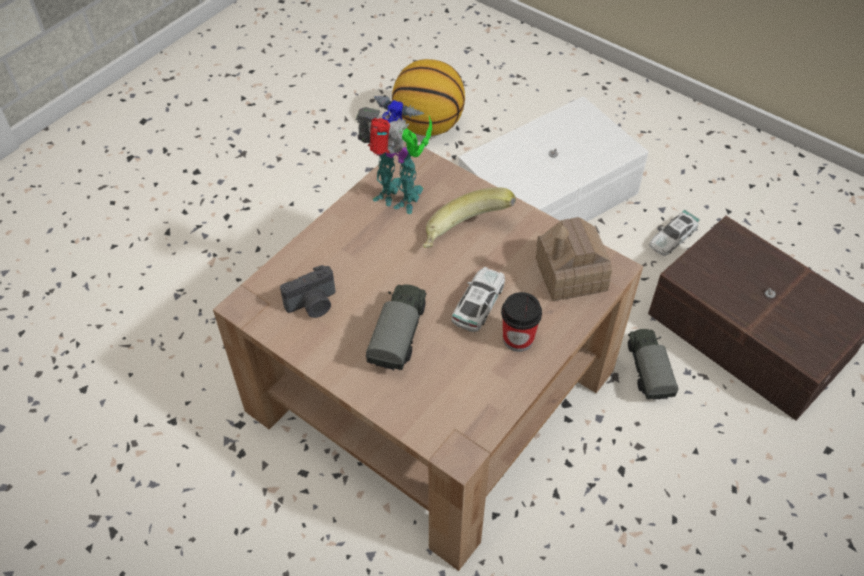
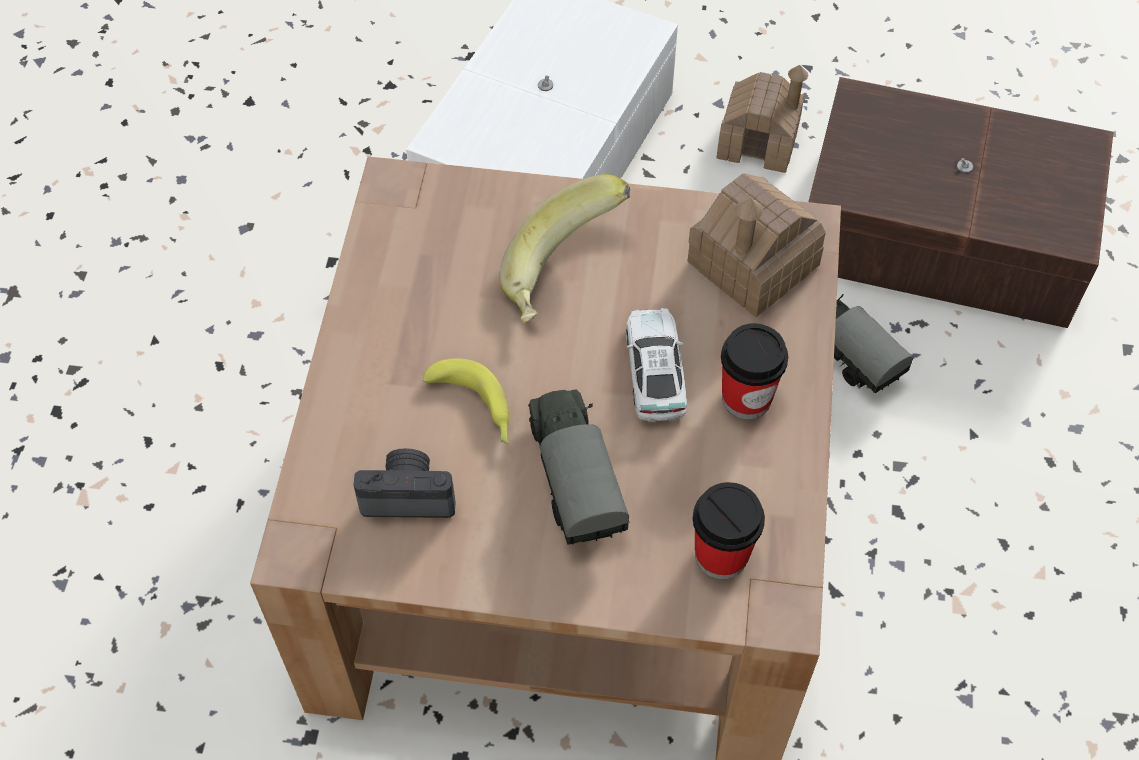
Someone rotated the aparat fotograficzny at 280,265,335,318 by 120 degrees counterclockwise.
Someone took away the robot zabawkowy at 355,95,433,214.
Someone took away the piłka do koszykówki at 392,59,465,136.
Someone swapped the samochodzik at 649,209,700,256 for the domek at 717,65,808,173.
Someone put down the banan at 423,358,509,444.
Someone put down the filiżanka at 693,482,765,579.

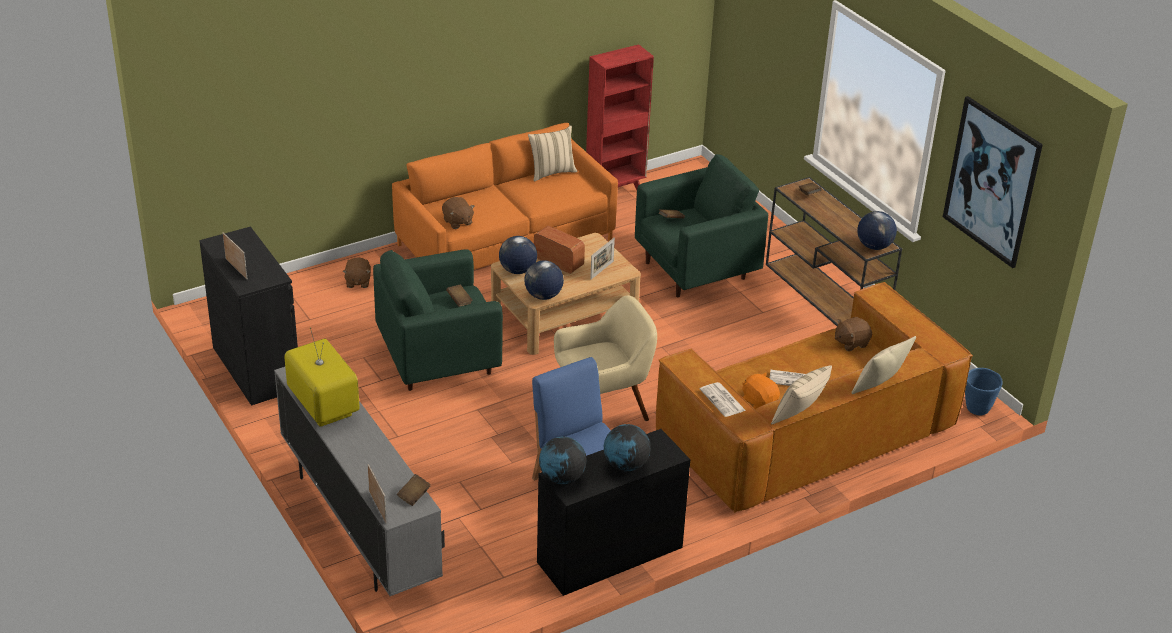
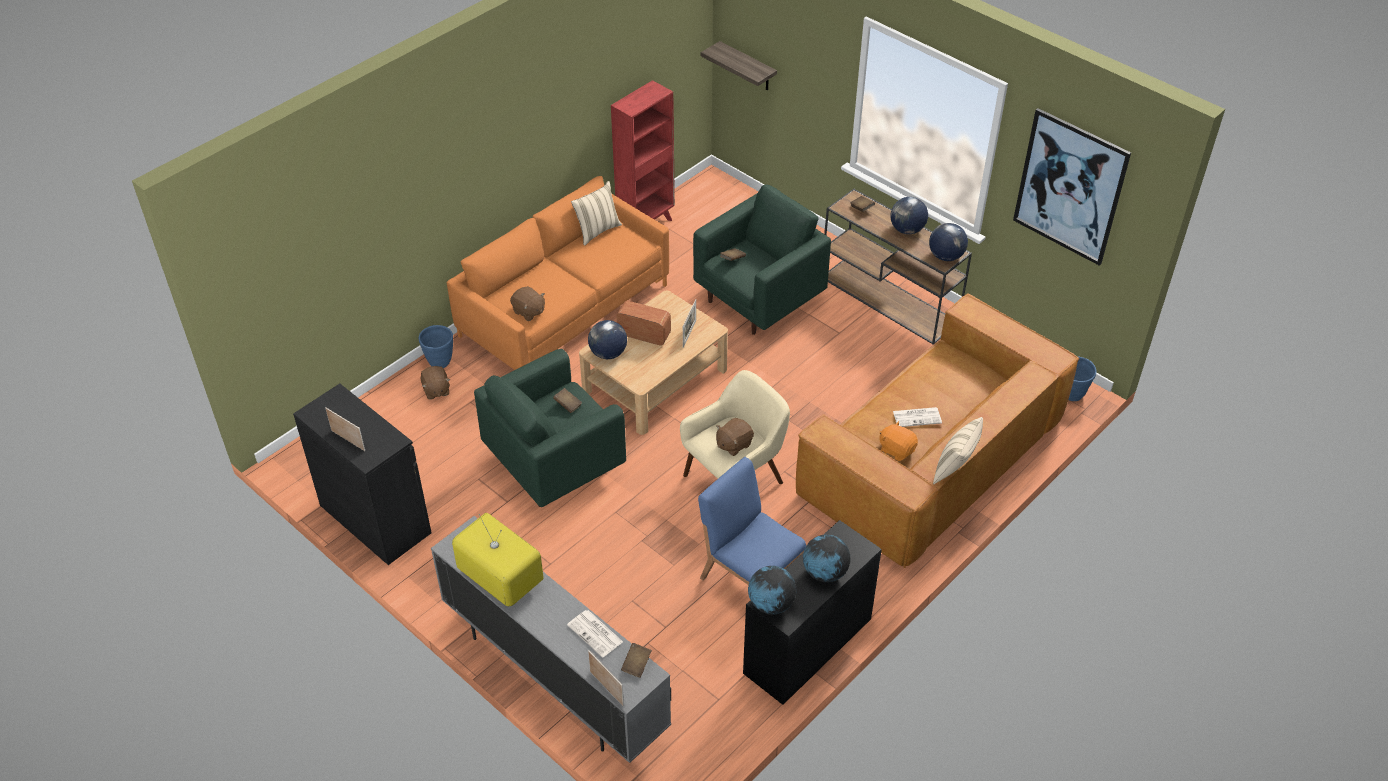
Someone carried the globus from 524,261,564,300 to 891,197,928,234.
Someone carried the gazeta from 700,382,746,417 to 567,610,623,658.
Someone carried the pluszak/brązowy from 835,317,872,351 to 716,418,754,456.
Someone took away the poduszka/beżowy at 851,336,916,394.
Someone put down the donica/niebieski at 419,325,453,368.
Someone put up the półka at 701,41,777,90.

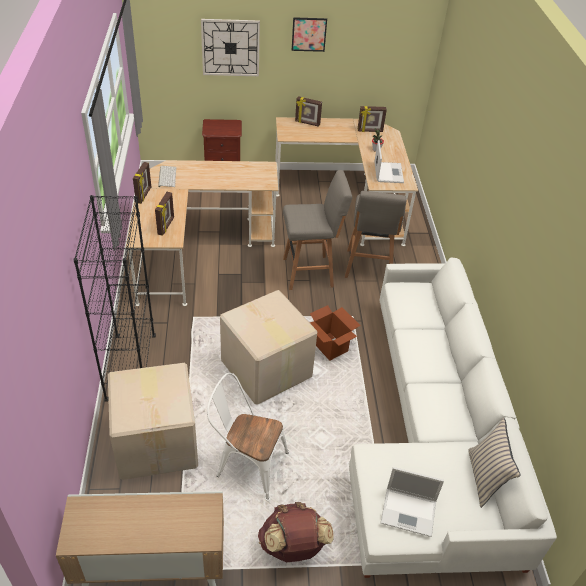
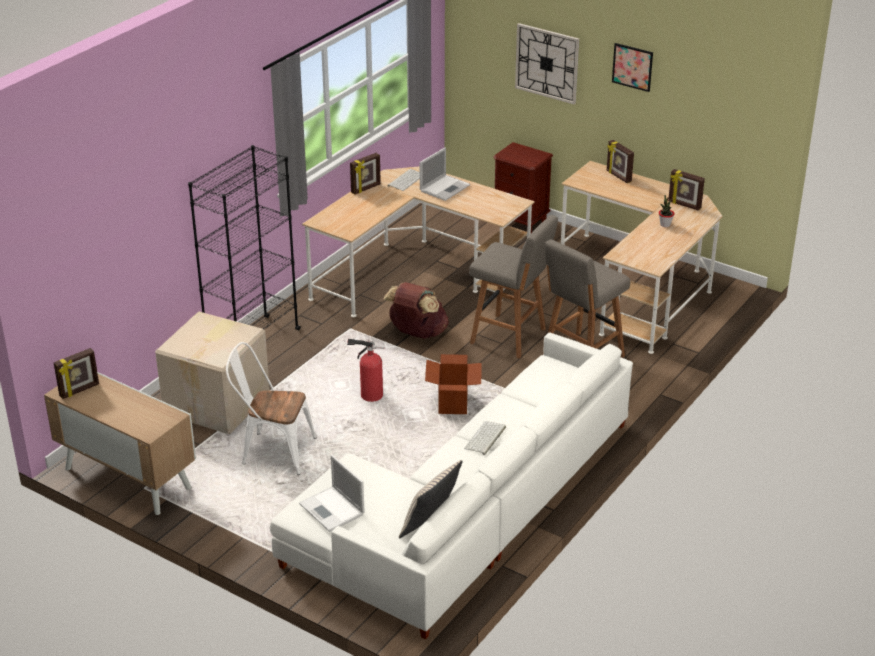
Someone carried the ramka na zdjęcie from 155,192,174,236 to 54,348,99,399.
Someone rotated the krzesło/biały at 207,373,289,499 by 45 degrees counterclockwise.
Someone swapped the karton at 220,290,318,405 for the gaśnica at 347,339,384,402.
Someone carried the plecak/brązowy from 258,502,334,562 to 383,282,449,339.
Someone carried the laptop from 374,140,404,183 to 420,147,470,201.
Someone put down the klawiatura at 464,421,506,455.

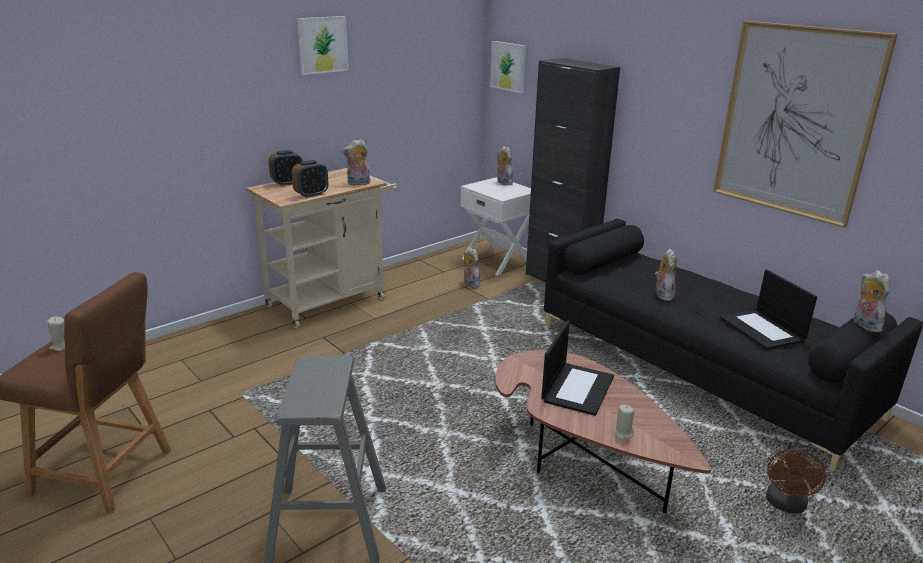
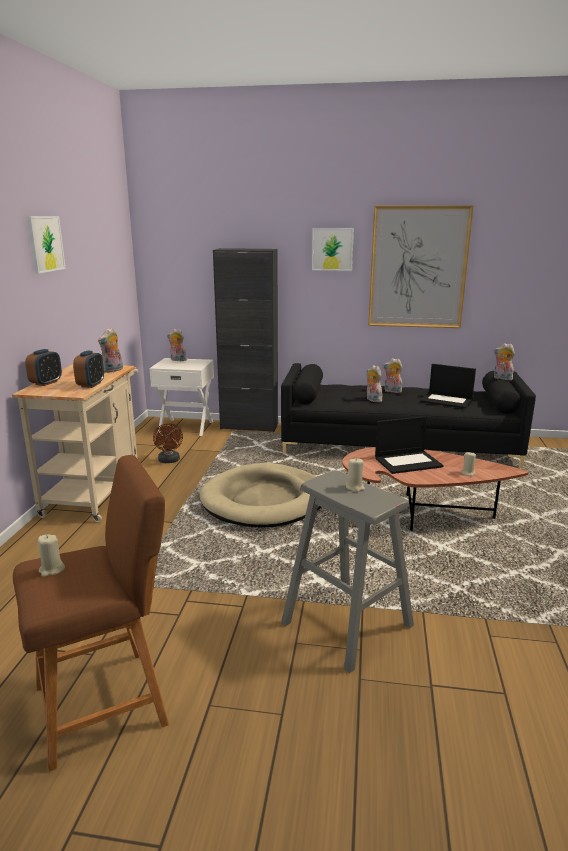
Someone carried the pluszak from 464,247,480,288 to 383,358,403,393.
Someone carried the obraz from 490,41,526,93 to 312,228,354,271.
Someone rotated the laptop at 541,320,614,416 by 90 degrees clockwise.
Someone carried the wentylator/brązowy from 766,447,826,514 to 153,423,183,463.
Someone put down the legowisko/beżowy at 200,463,321,527.
Someone put down the świeca/beżowy at 346,458,365,492.

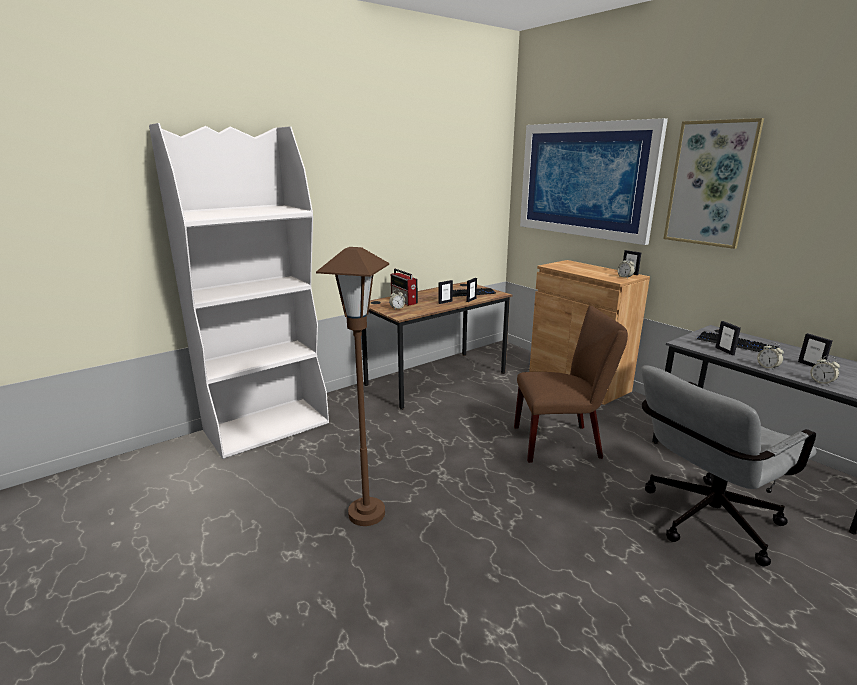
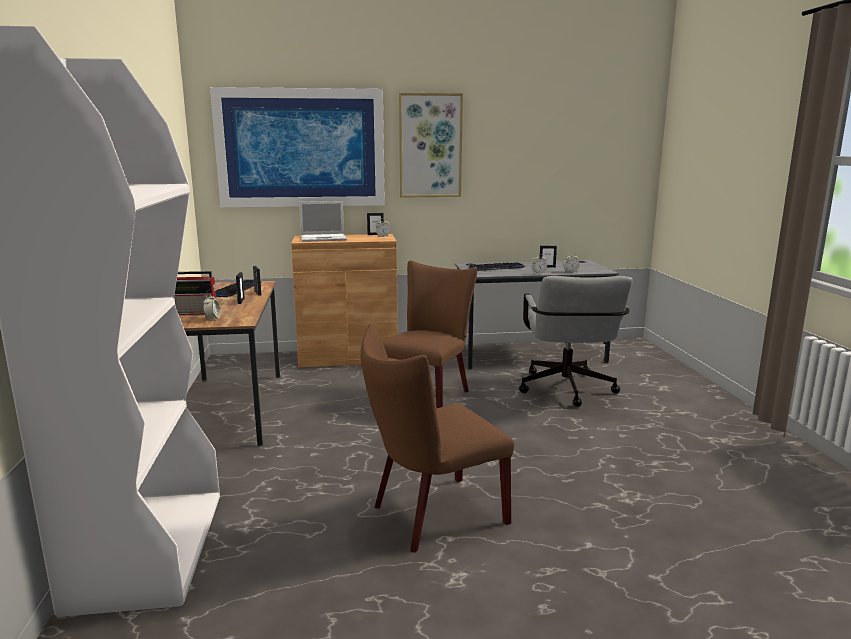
Someone swapped the lampa stojąca/brązowy at 316,247,389,526 for the krzesło/brązowy at 360,324,514,553.
Someone took away the ramka na zdjęcie at 715,321,741,355.
Someone put down the laptop at 299,201,347,242.

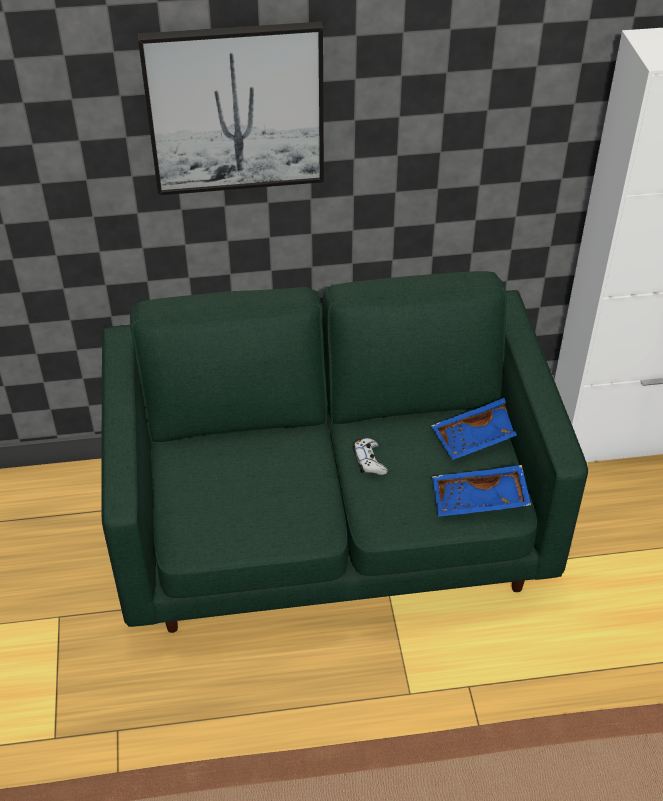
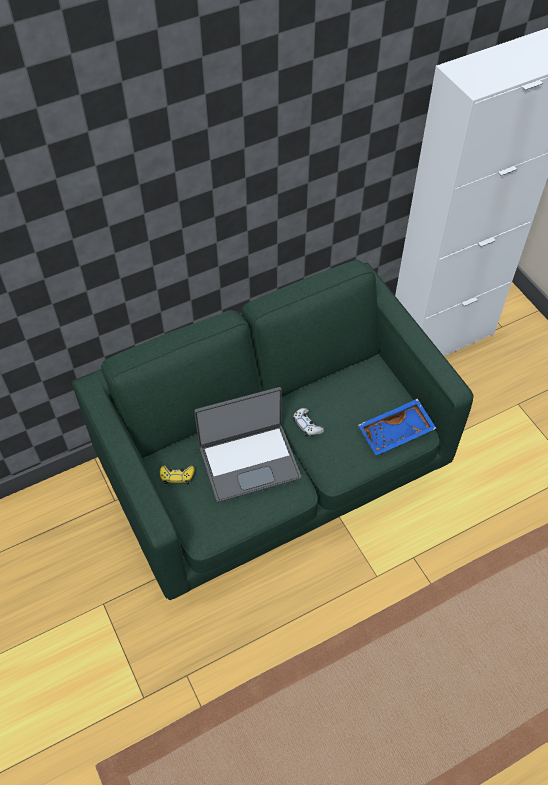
Someone took away the obraz at 138,22,324,195.
Someone took away the taca/niebieski at 431,398,517,460.
Someone put down the pad do gier/żółty at 160,466,195,484.
Someone put down the laptop at 194,387,301,502.

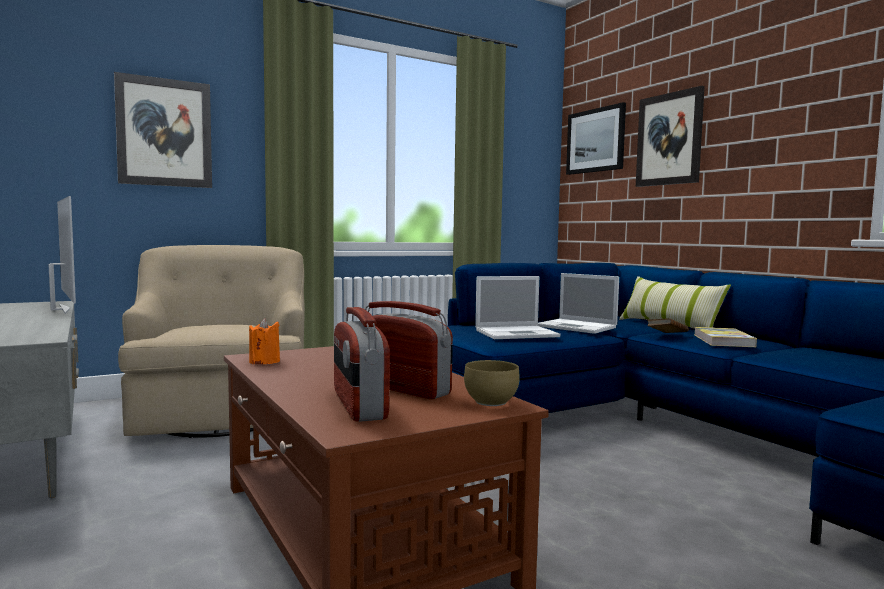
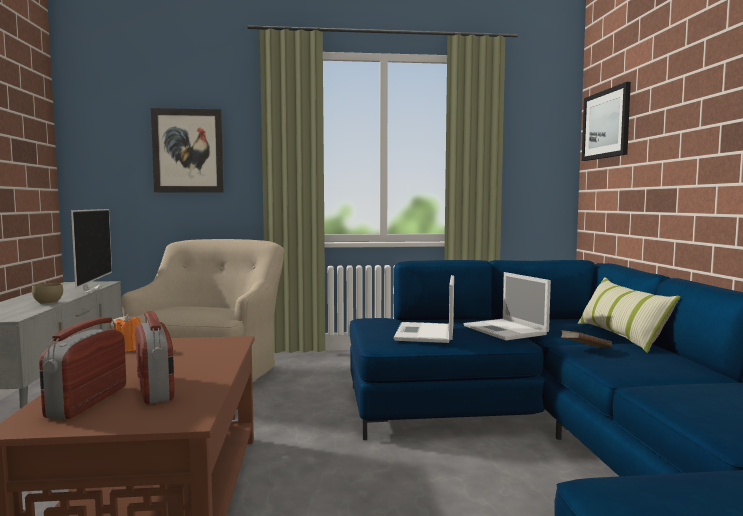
Someone carried the miska/brązowy from 464,360,520,406 to 32,283,63,304.
Someone rotated the laptop at 475,276,561,339 by 90 degrees clockwise.
Someone took away the obraz at 636,86,705,187.
Someone took away the książka at 694,327,757,347.

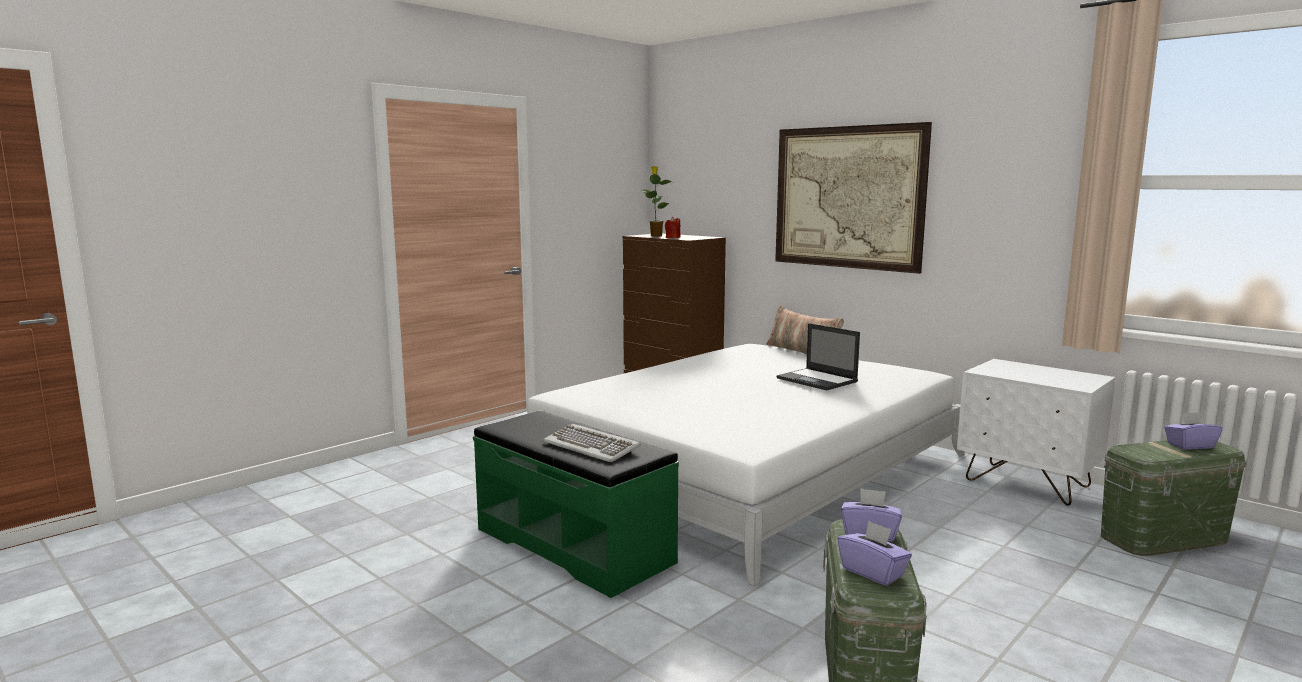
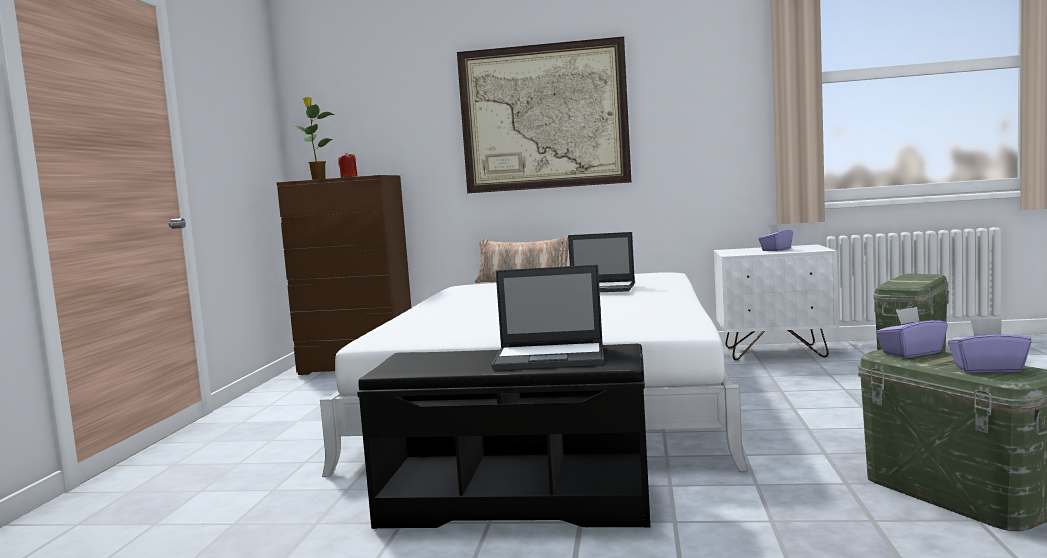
Someone repainted the ławka/zielony at 473,411,679,598, which became the ławka/czarny at 357,344,650,529.
Someone swapped the klawiatura at 543,424,641,462 for the laptop at 491,265,604,370.
Someone carried the pudełko chusteczek/fioletowy from 1164,412,1223,450 to 759,224,793,251.

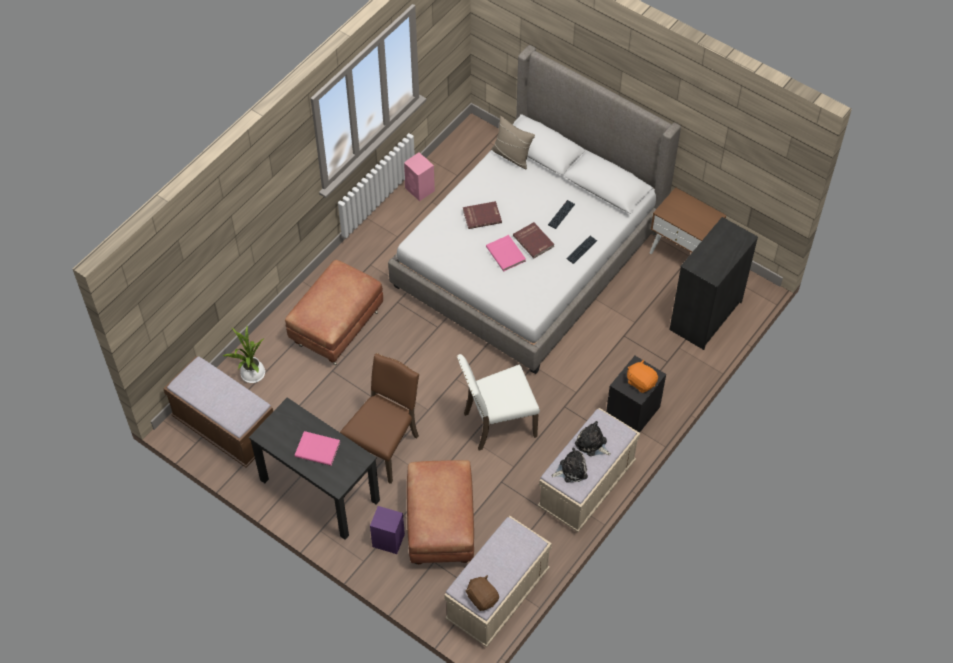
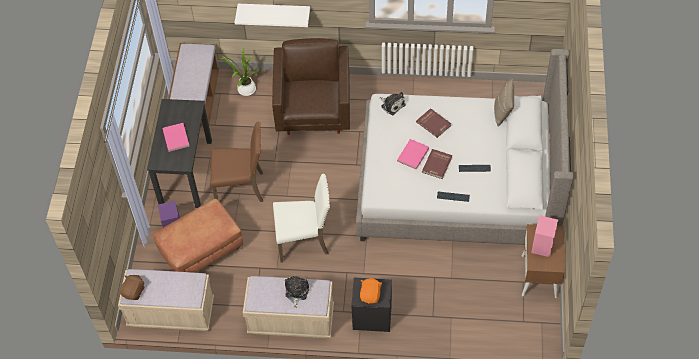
Someone swapped the pufa/brązowy at 285,260,383,366 for the fotel/brązowy at 272,38,350,135.
Someone carried the głośnik/różowy from 404,152,435,201 to 531,215,558,257.
Someone rotated the krzesło/biały at 457,354,540,451 by 135 degrees clockwise.
Someone carried the pluszak from 551,447,588,483 to 380,92,406,115.
Someone took away the komoda/czarny at 669,217,758,350.
Someone put up the półka/biały at 235,4,310,27.

